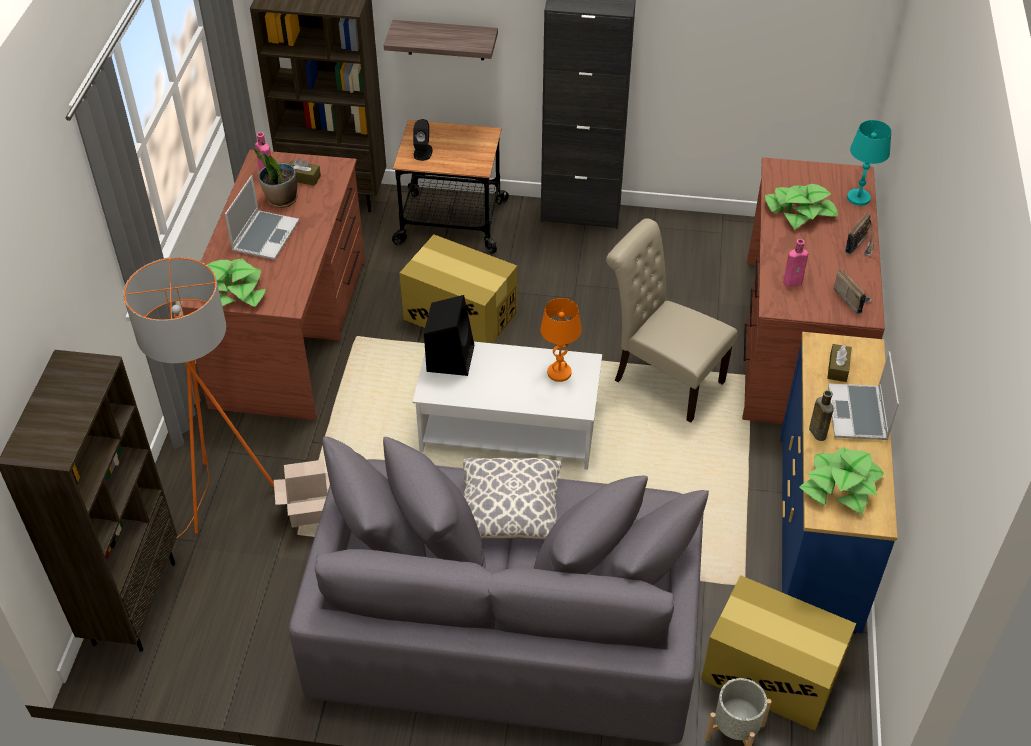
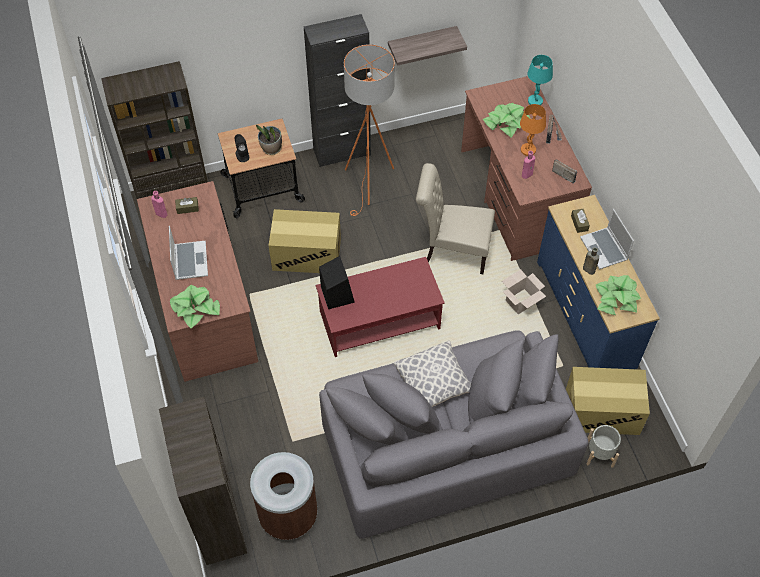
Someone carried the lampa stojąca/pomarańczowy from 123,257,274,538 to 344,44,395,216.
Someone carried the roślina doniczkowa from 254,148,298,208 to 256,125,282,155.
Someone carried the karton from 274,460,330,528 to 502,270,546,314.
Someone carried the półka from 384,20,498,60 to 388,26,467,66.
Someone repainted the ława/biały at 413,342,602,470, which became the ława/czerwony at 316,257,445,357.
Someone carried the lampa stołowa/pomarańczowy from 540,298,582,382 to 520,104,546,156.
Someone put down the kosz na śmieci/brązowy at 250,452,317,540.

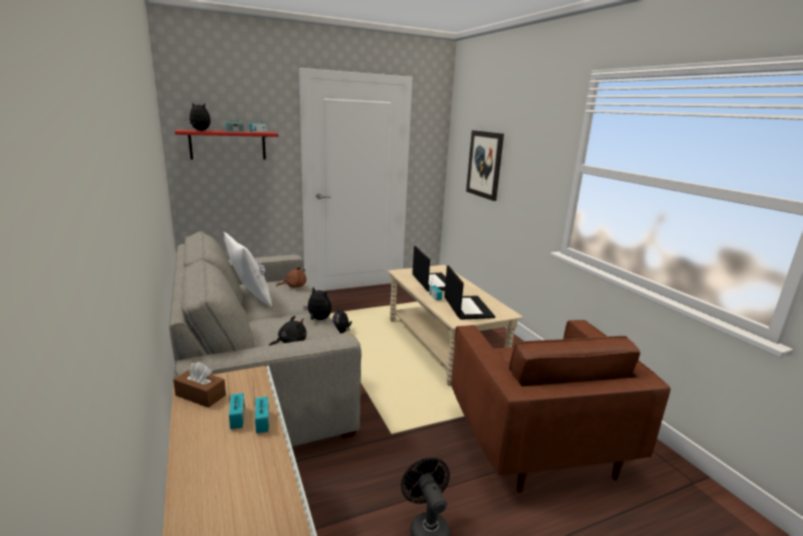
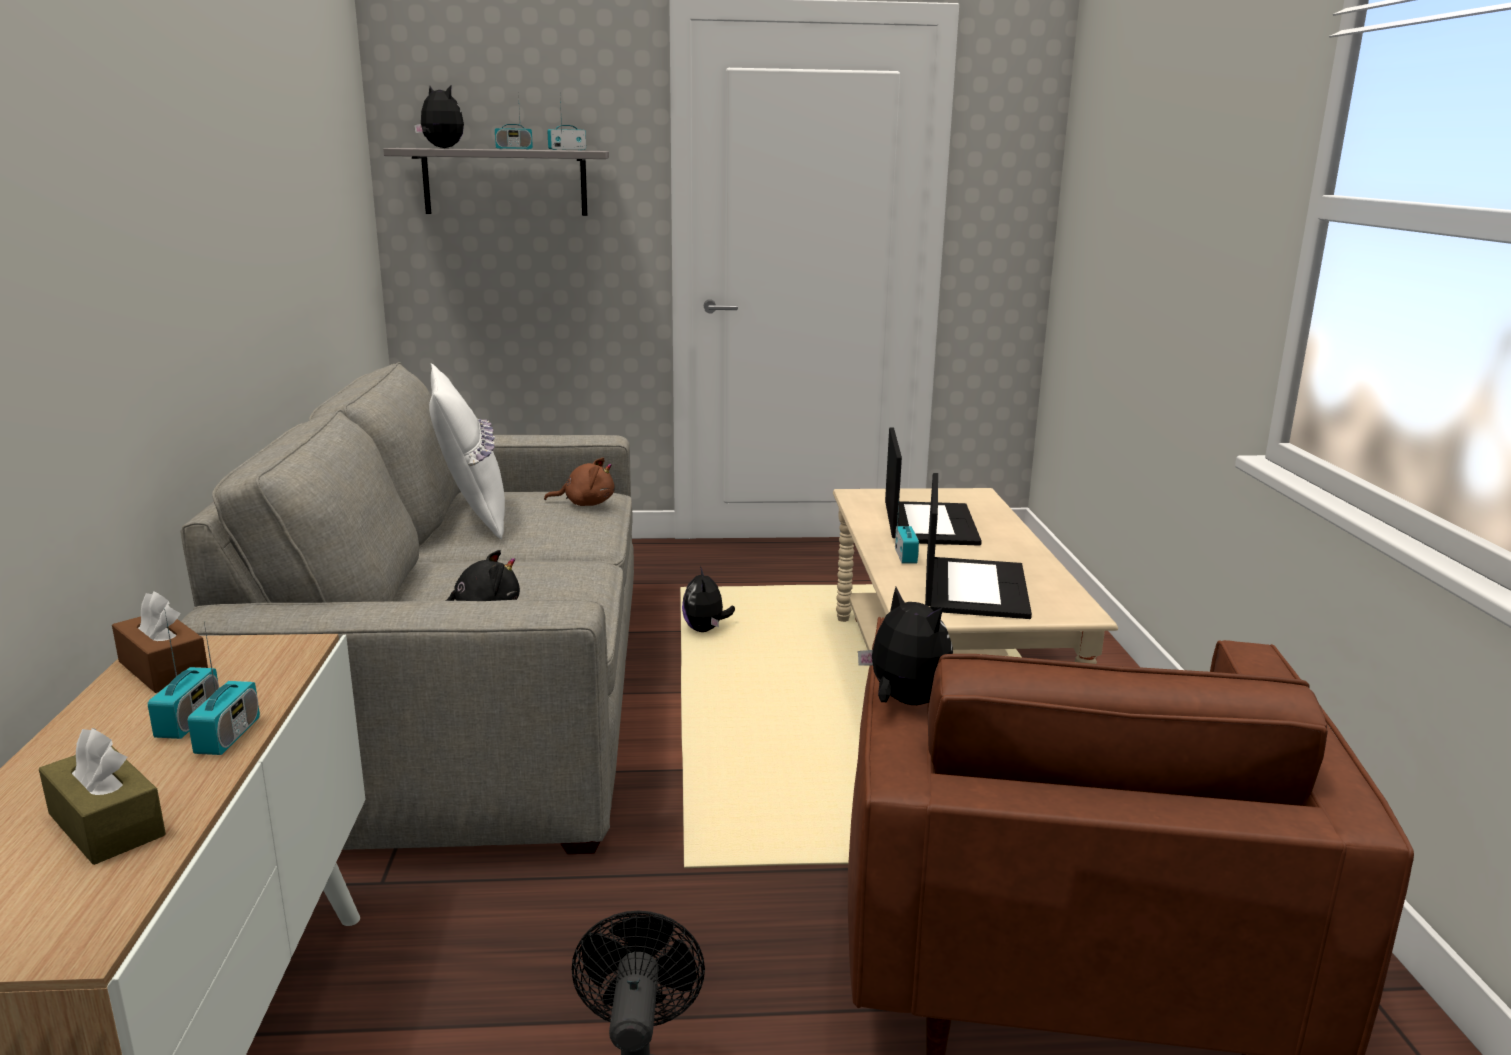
Someone repainted the półka/czerwony at 175,130,279,160, which became the półka/szary at 383,148,609,216.
Someone carried the pluszak from 303,287,332,320 to 858,587,953,705.
Someone took away the obraz at 466,130,504,201.
Someone put down the pudełko chusteczek/brązowy at 39,728,166,865.

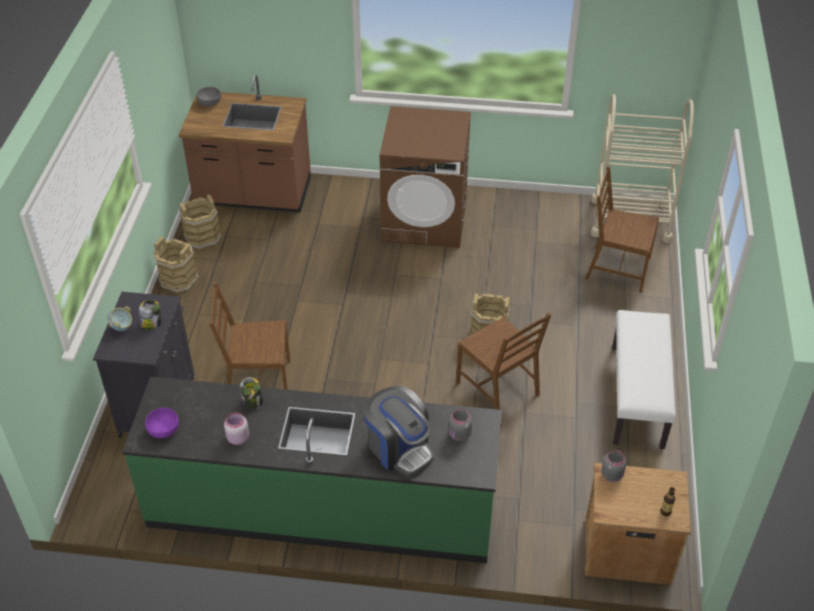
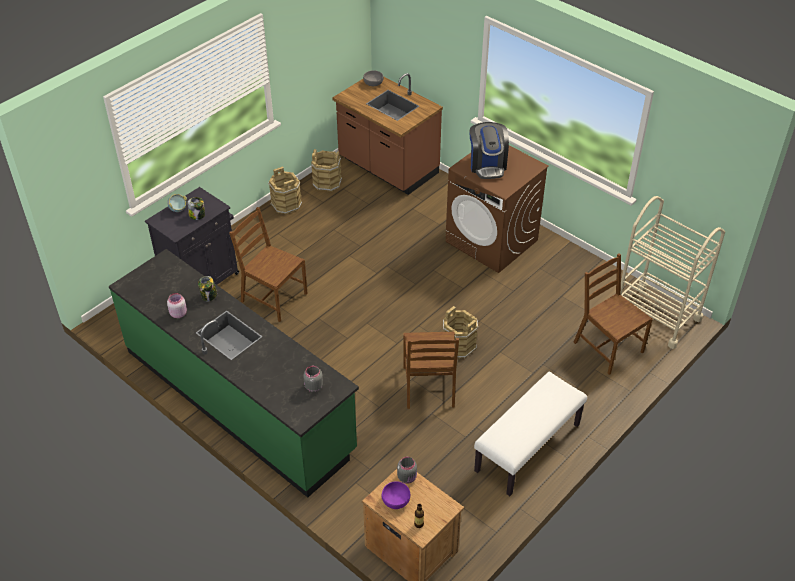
Someone carried the miska/fioletowy from 145,408,179,438 to 382,482,410,509.
Someone carried the ekspres do kawy from 363,386,434,476 to 469,122,509,179.

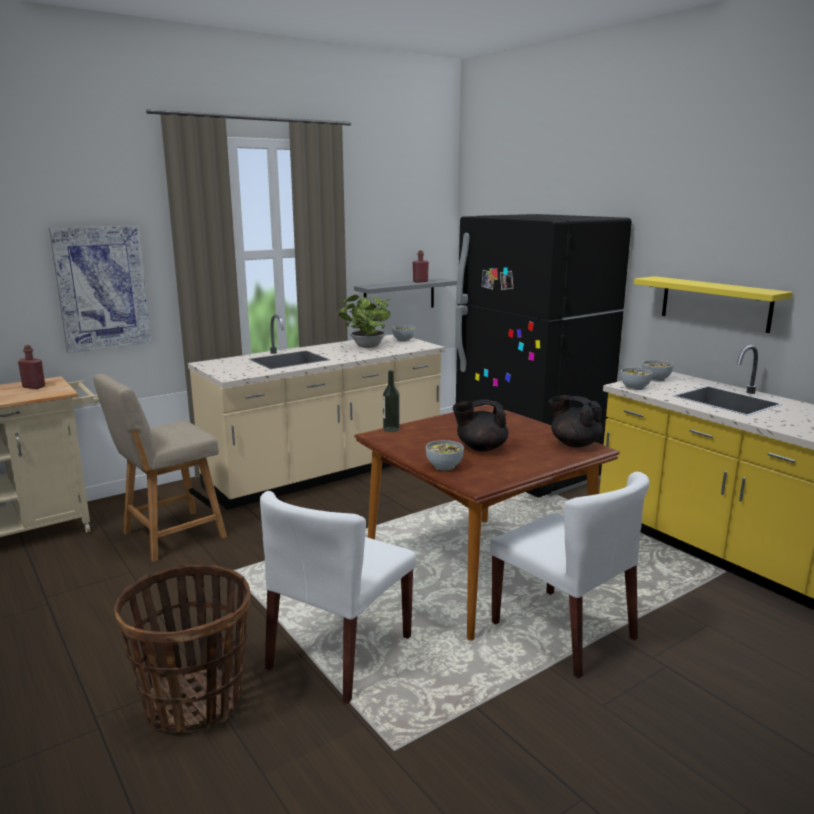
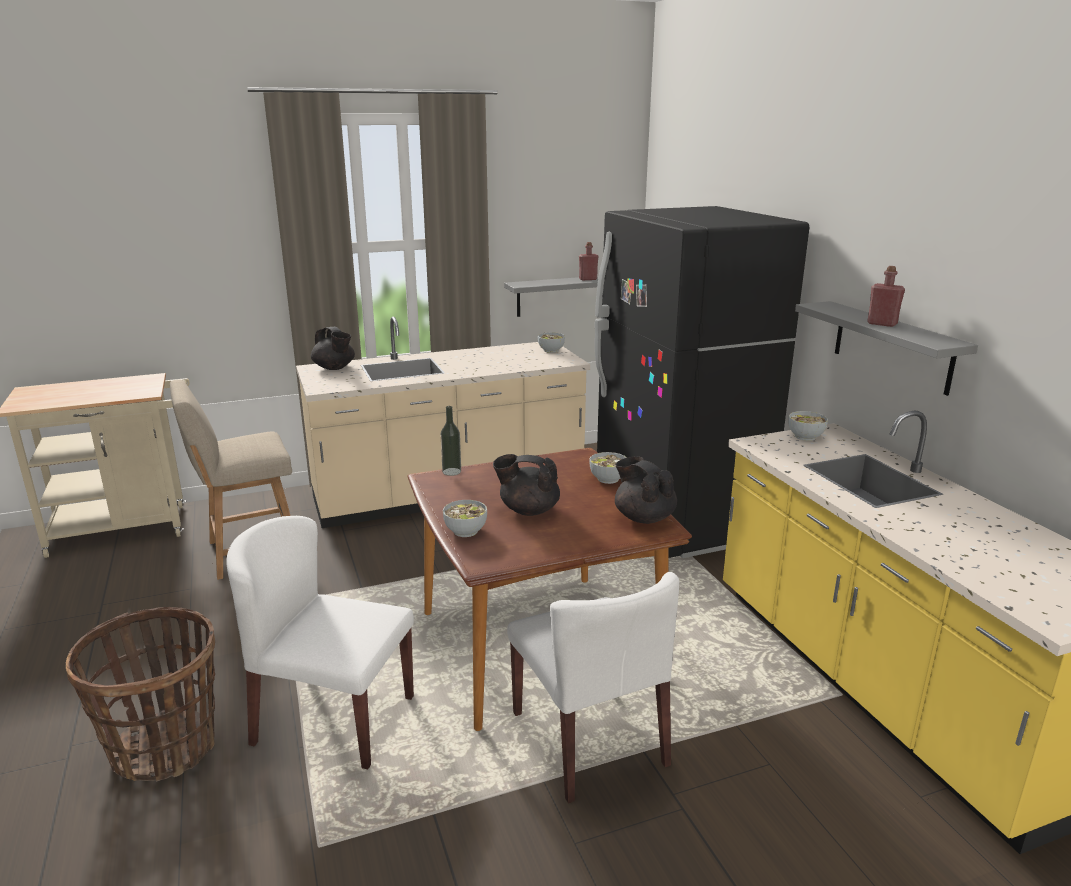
Someone carried the butelka/czerwony from 18,345,45,389 to 867,266,905,327.
Someone took away the obraz at 49,225,151,353.
Someone rotated the krzesło/biały at 260,491,417,704 by 60 degrees clockwise.
Someone took away the roślina doniczkowa at 338,295,391,348.
Someone carried the miska from 620,368,653,390 to 590,452,627,484.
Someone repainted the półka/żółty at 634,276,793,333, which became the półka/szary at 795,301,978,396.
Someone put down the imbryk/czarny at 311,327,355,370.

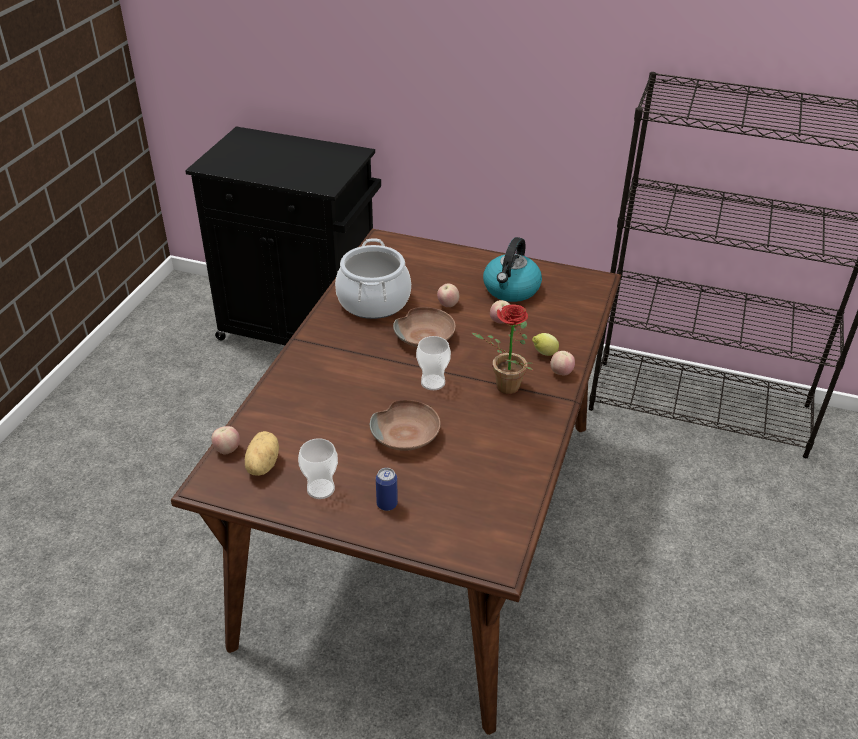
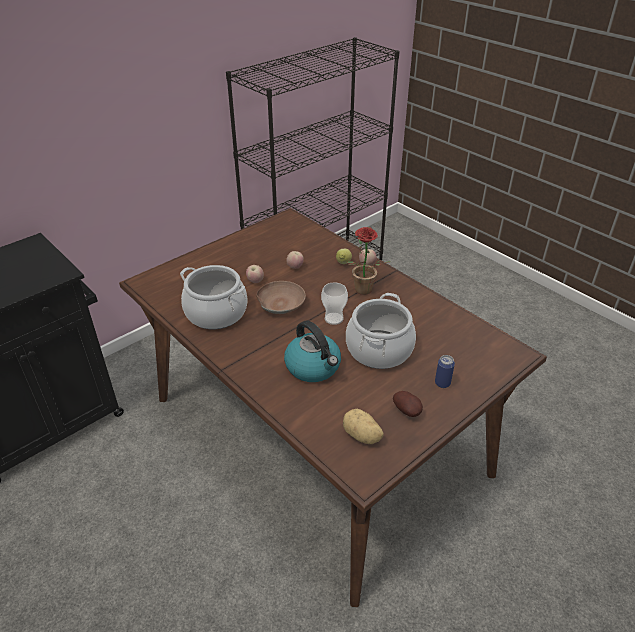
Someone took away the jabłko at 211,426,240,454.
Someone swapped the filiżanka at 298,438,338,499 for the ziemniak at 393,391,423,417.
Someone swapped the miska/brązowy at 370,400,441,451 for the garnek at 346,293,416,369.
Someone carried the czajnik from 483,237,542,302 to 284,320,341,382.

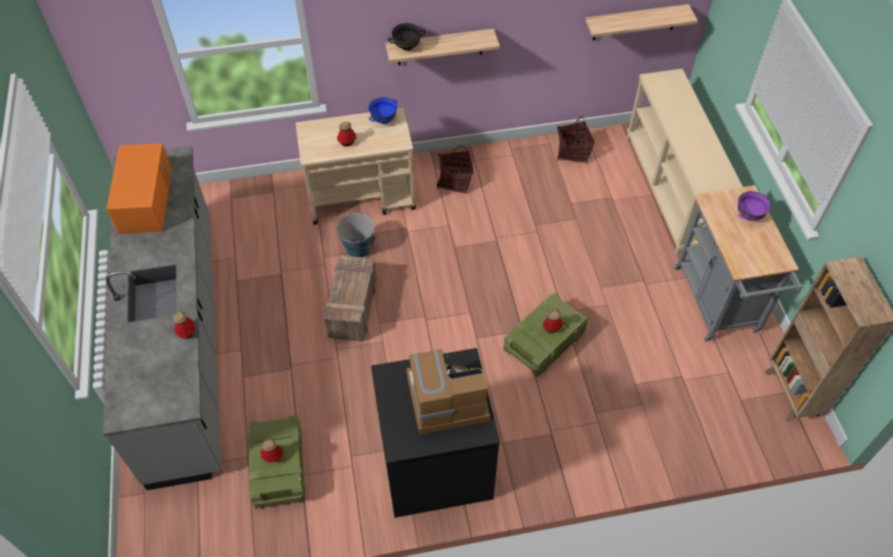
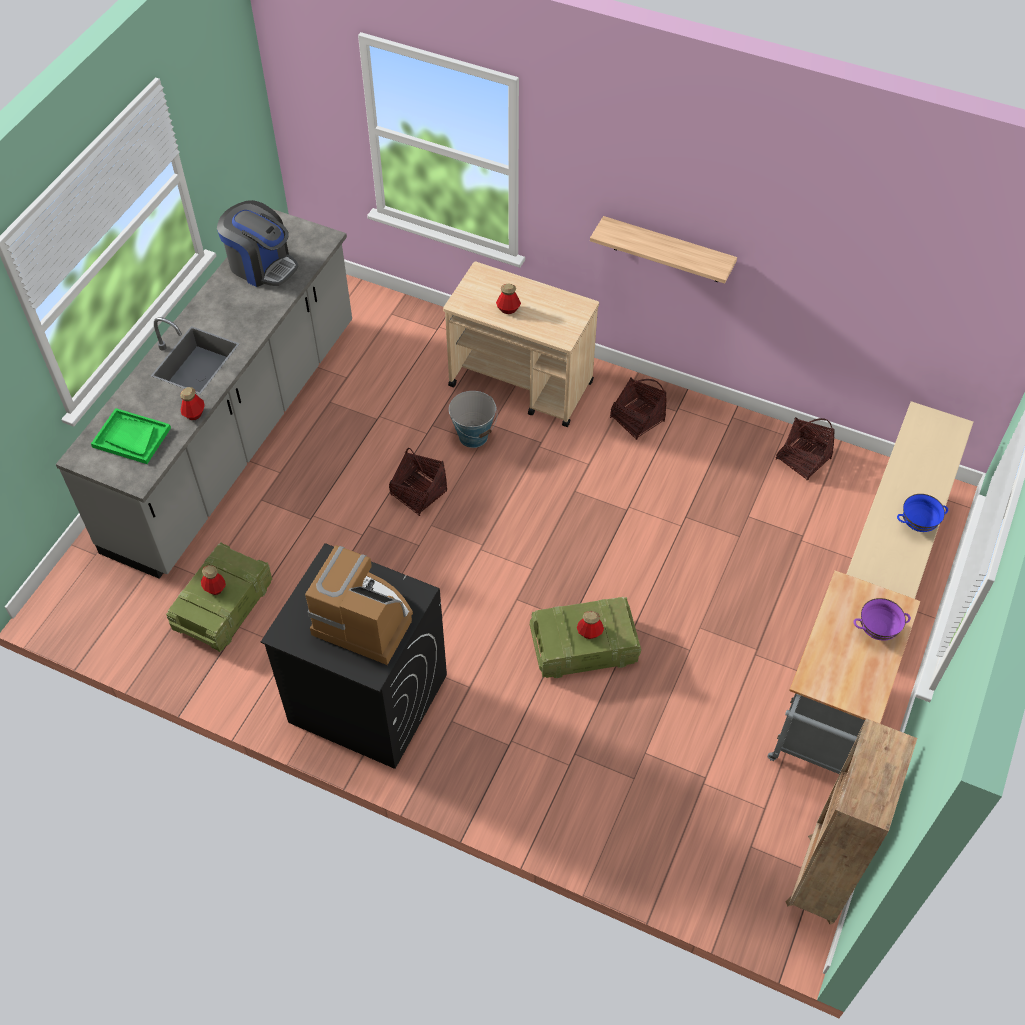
Someone swapped the mikrofalówka/pomarańczowy at 106,143,172,234 for the ekspres do kawy at 217,200,299,287.
Someone swapped the skrzynka at 324,255,377,342 for the koszyk at 389,448,447,516.
Someone carried the miska/niebieski from 369,97,397,124 to 897,494,948,532.
Someone took away the miska/czarny at 388,23,425,51.
Someone took away the półka at 585,4,698,40.
Someone put down the taca/zielony at 91,408,171,464.

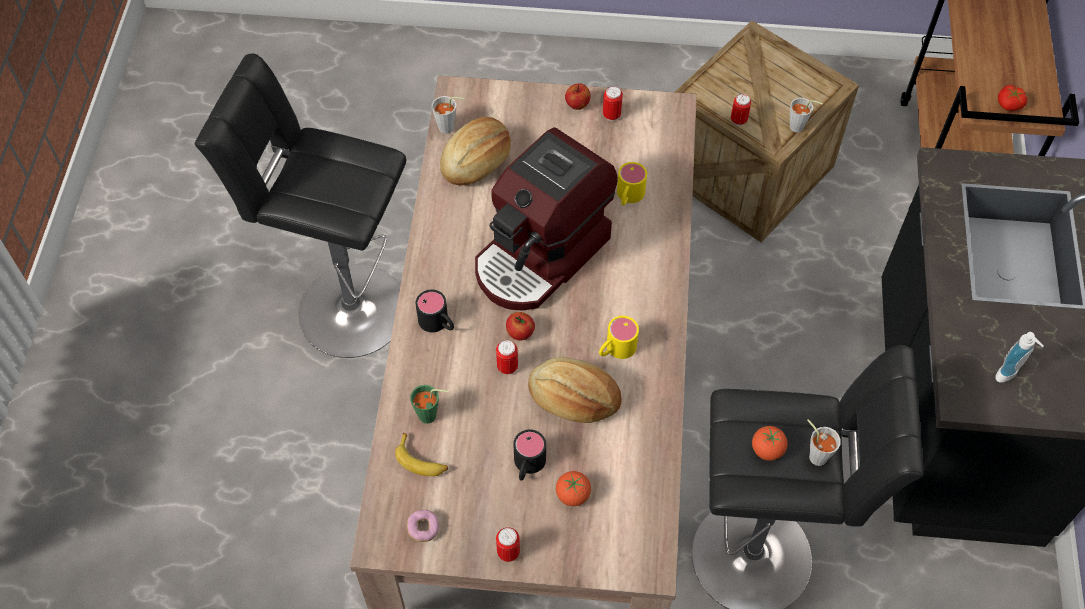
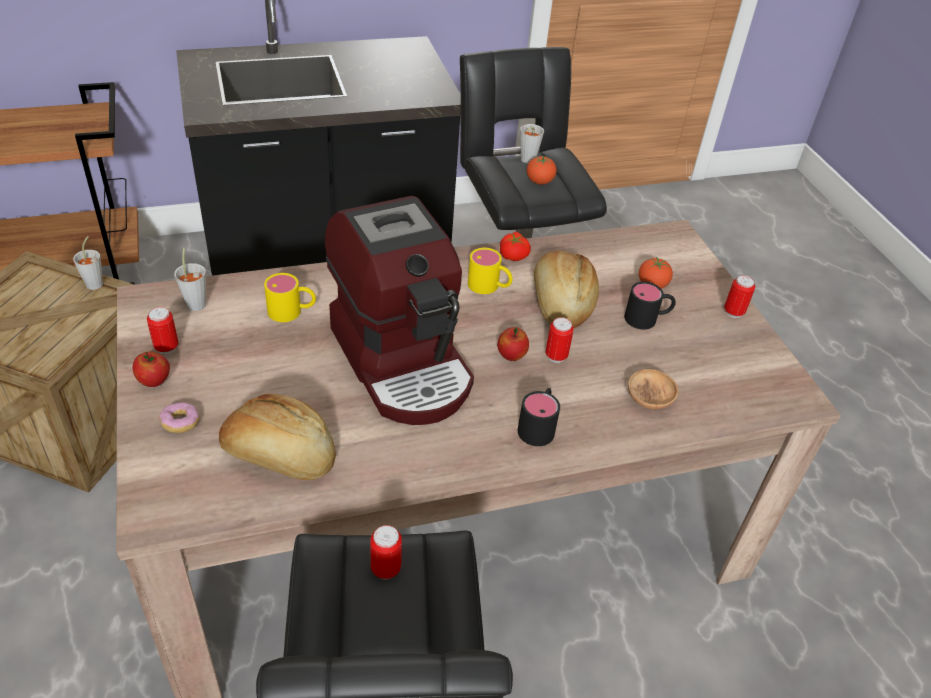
Someone took away the banan at 395,433,448,476.
Someone carried the donut from 407,510,439,542 to 159,402,199,433.
Someone swapped the filiżanka/zielony at 410,385,448,424 for the miska/brązowy at 628,369,679,409.
Someone carried the filiżanka/szary from 432,96,465,134 to 174,248,206,311.
Someone rotated the ekspres do kawy at 475,127,618,311 by 45 degrees clockwise.
Someone carried the puszka from 731,94,751,126 to 370,525,402,579.
Someone took away the dozownik mydła at 996,332,1044,383.
Someone carried the pomidor from 998,85,1028,111 to 500,232,531,261.

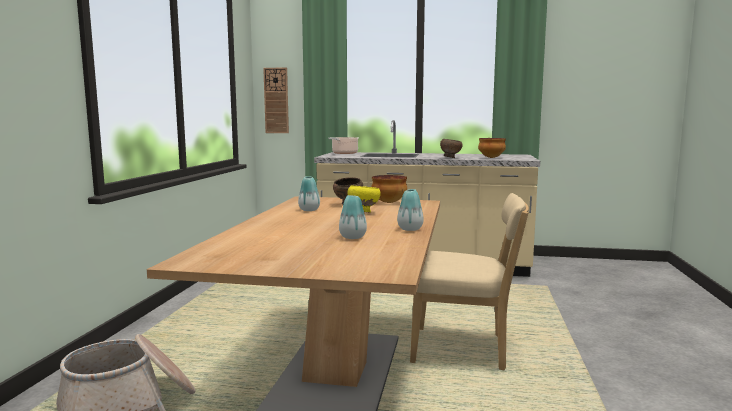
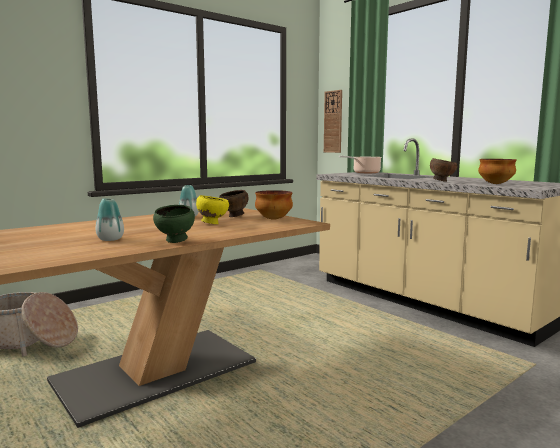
Someone swapped the wazon at 397,189,423,231 for the miska/zielony at 153,205,195,243.
Someone took away the krzesło/beżowy at 410,193,529,371.

